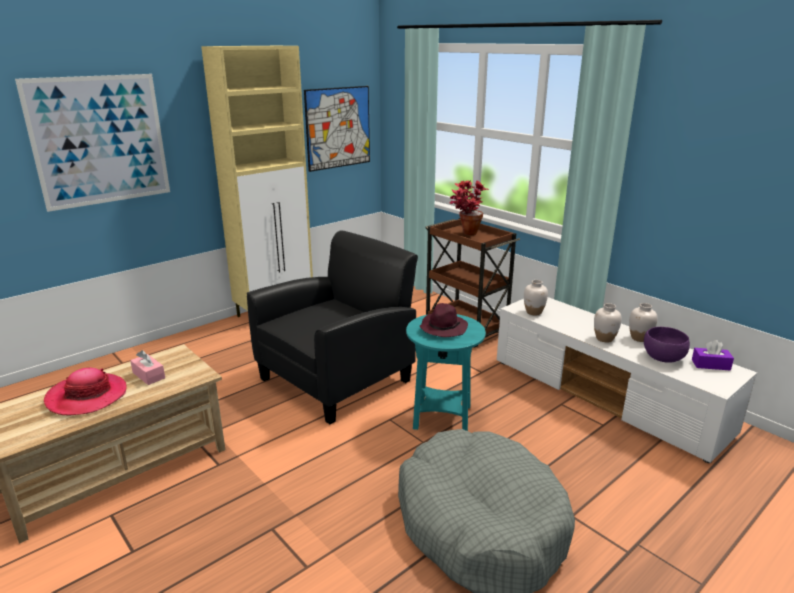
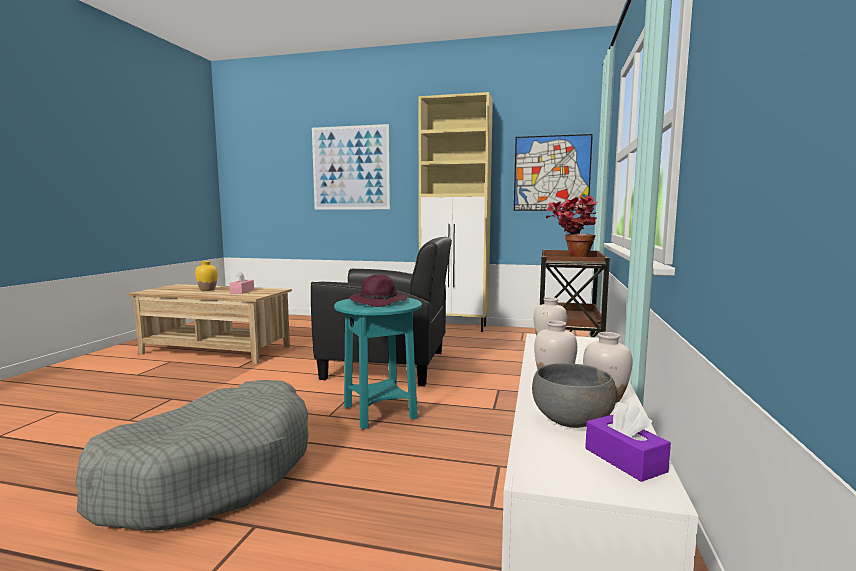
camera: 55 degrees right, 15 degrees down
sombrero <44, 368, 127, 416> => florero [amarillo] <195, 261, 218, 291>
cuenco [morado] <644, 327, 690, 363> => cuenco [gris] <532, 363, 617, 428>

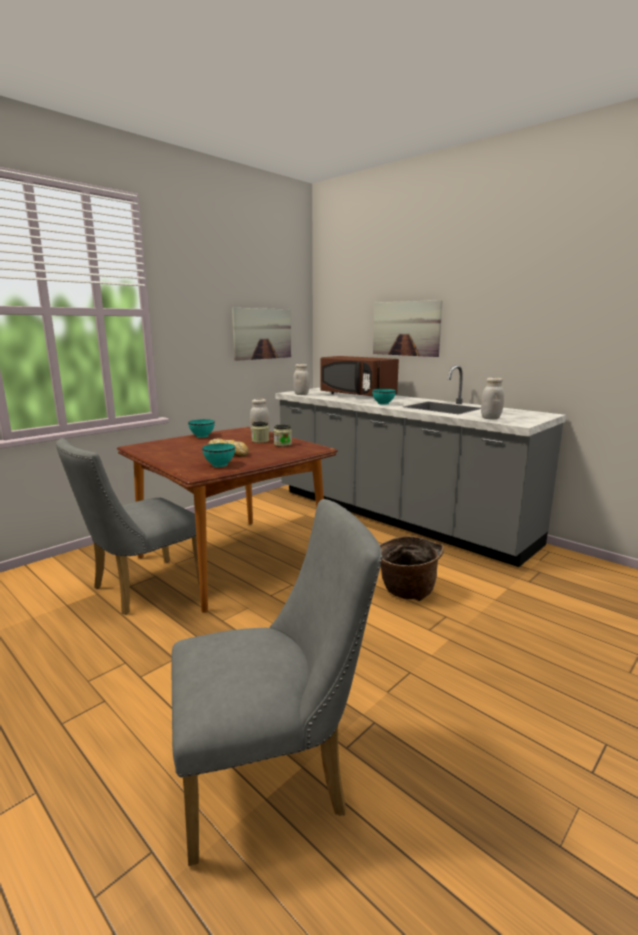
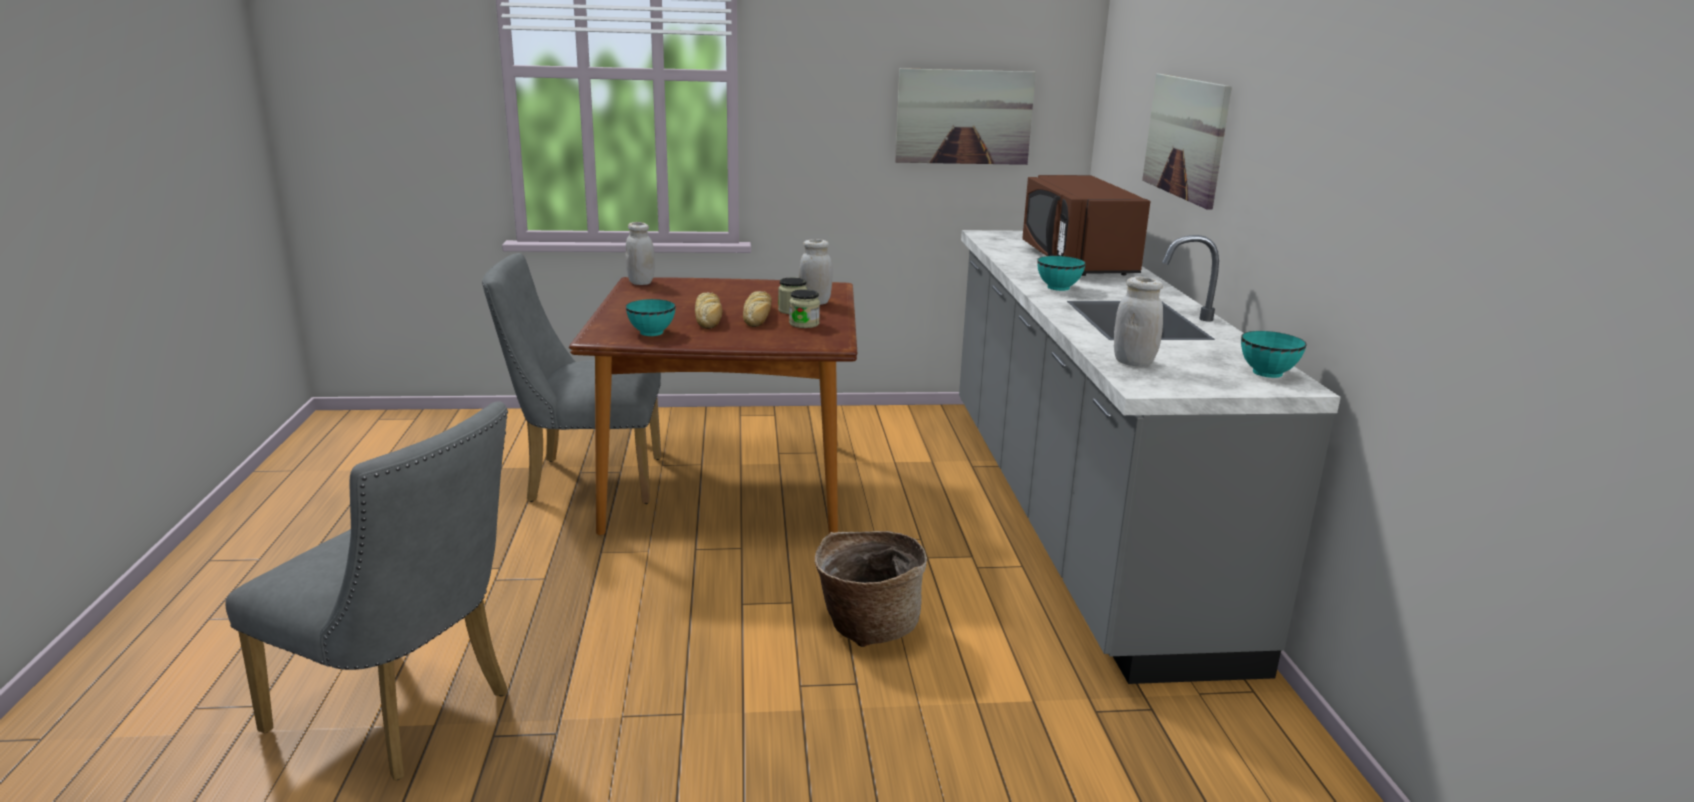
camera: 40 degrees right, 5 degrees up
nothing => pan <743, 291, 772, 327>
cuenco [turquesa] <188, 419, 215, 438> => cuenco [turquesa] <1241, 331, 1307, 378>, moved
tarro [blanco] <293, 364, 309, 395> => tarro [blanco] <625, 222, 655, 285>, moved

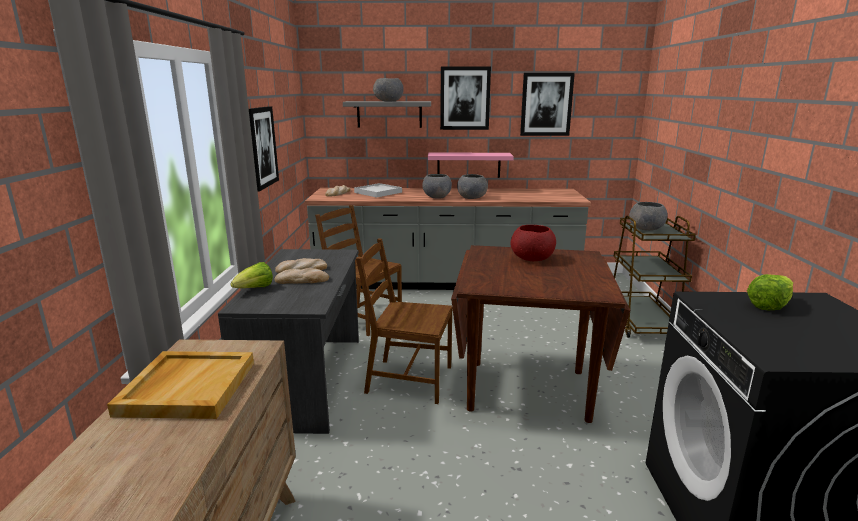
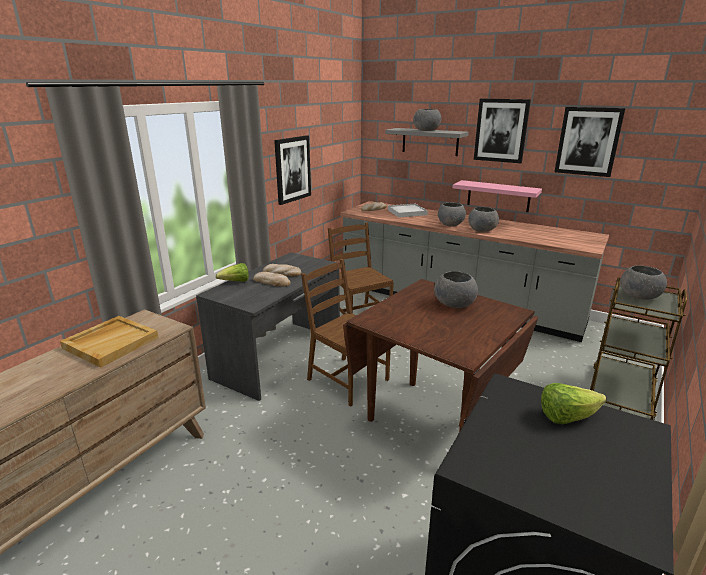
camera: 30 degrees right, 5 degrees up
cuenco [rojo] <510, 225, 556, 261> => cuenco [gris] <434, 271, 478, 308>

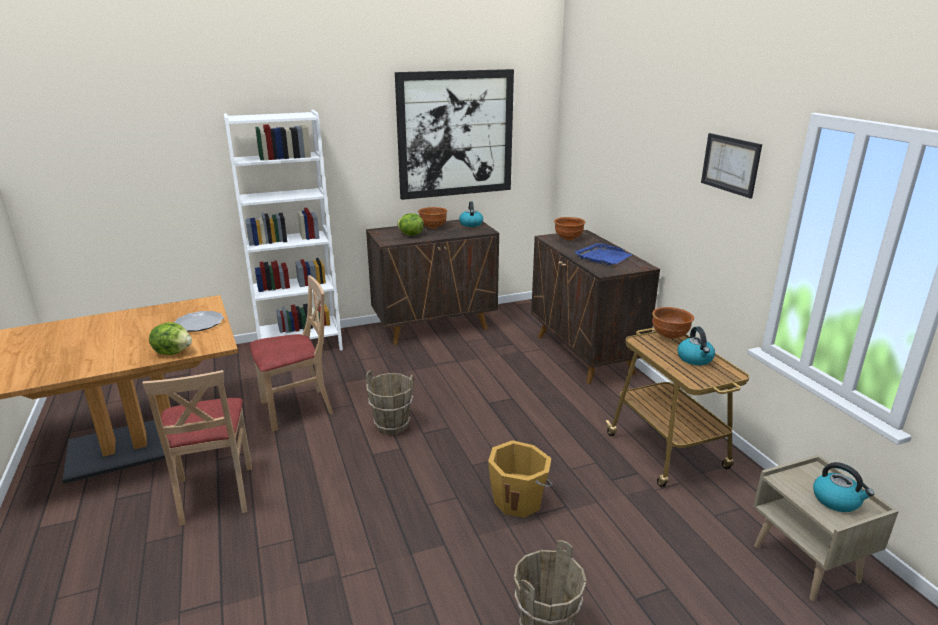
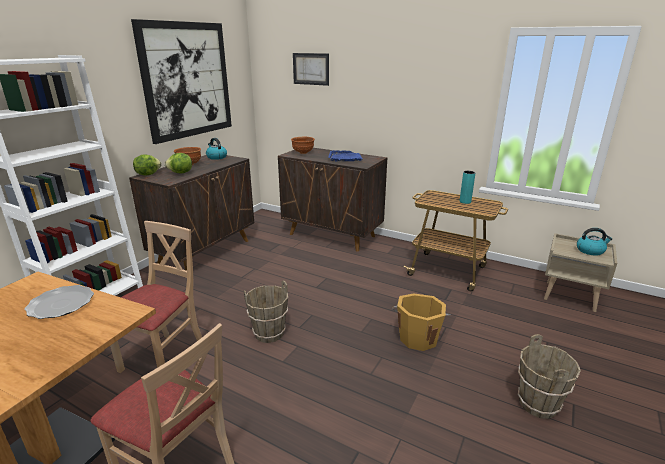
camera: 40 degrees left, 0 degrees up
cuenco [marrón] <652, 307, 694, 339> => nothing
lechuga <149, 322, 192, 355> => lechuga <133, 155, 162, 176>, moved
cuadro <701, 133, 762, 199> => cuadro <293, 53, 329, 86>, moved
hervidor <678, 327, 715, 365> => florero [turquesa] <460, 171, 475, 204>

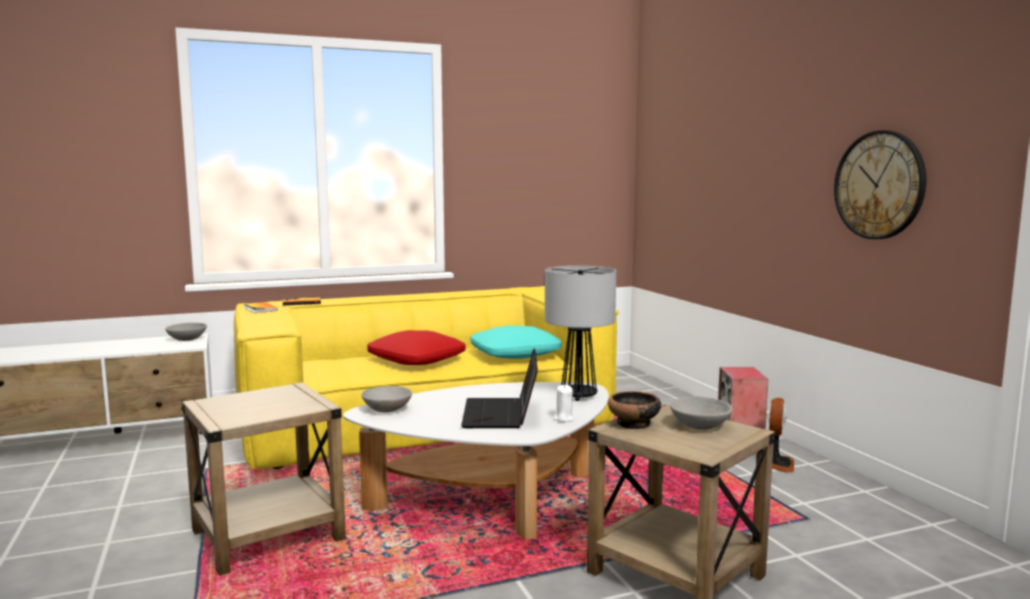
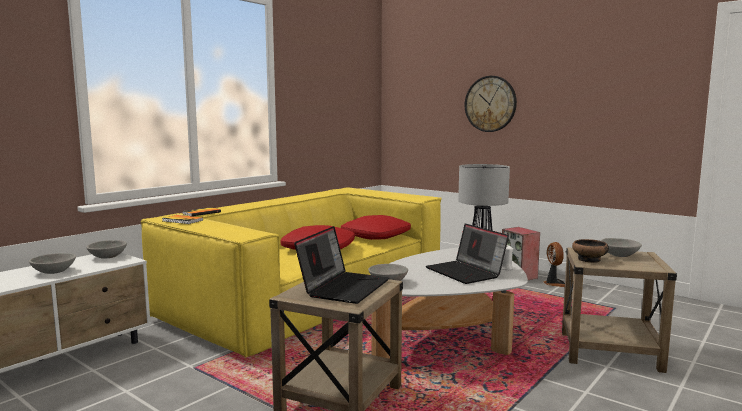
camera: 30 degrees left, 0 degrees up
nothing => cuenco [gris] <29, 253, 76, 274>
nothing => portátil <294, 226, 389, 304>
reloj de pared <834, 130, 926, 239> => reloj de pared <465, 76, 517, 132>, moved
cojín [turquesa] <470, 325, 562, 359> => cojín [rojo] <341, 215, 411, 240>

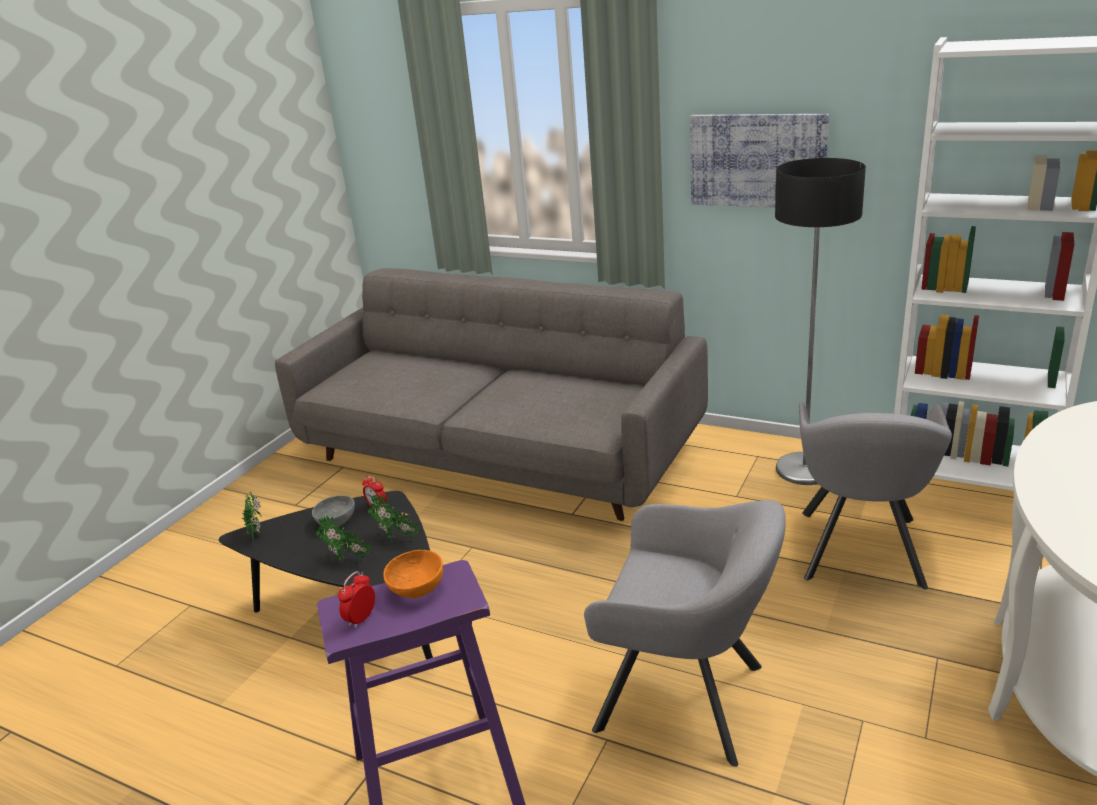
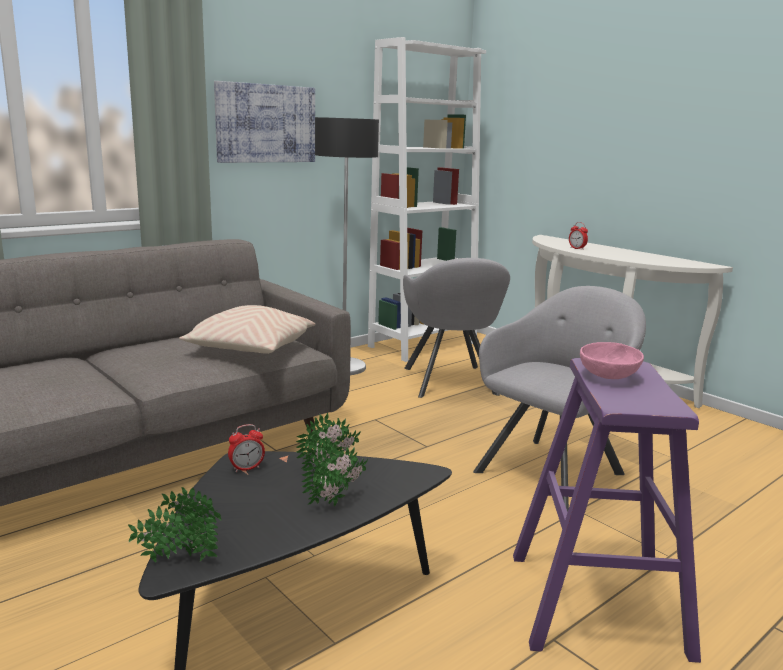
camera: 70 degrees left, 10 degrees down
cuenco [gris] <312, 495, 355, 527> => nothing
nothing => cojín [beis] <179, 305, 315, 354>
despertador <338, 571, 375, 628> => despertador <569, 222, 588, 250>, moved
cuenco [naranja] <383, 550, 443, 598> => cuenco [rosa] <580, 342, 644, 379>
sillón [gris] <799, 401, 952, 589> => sillón [gris] <403, 258, 510, 398>, 45 degrees clockwise

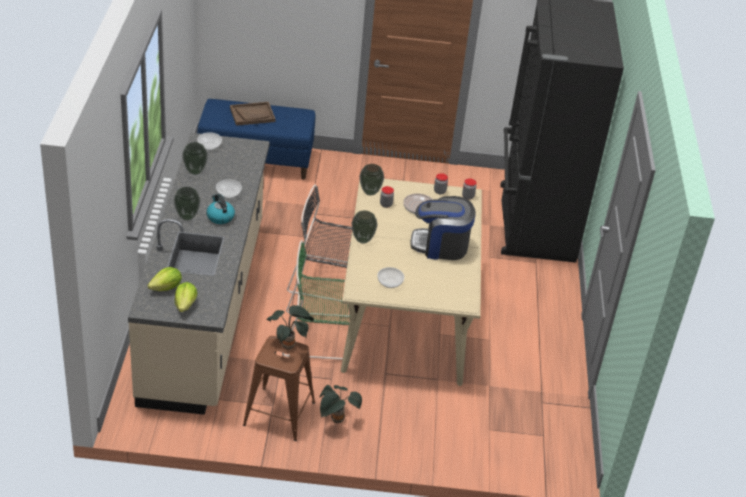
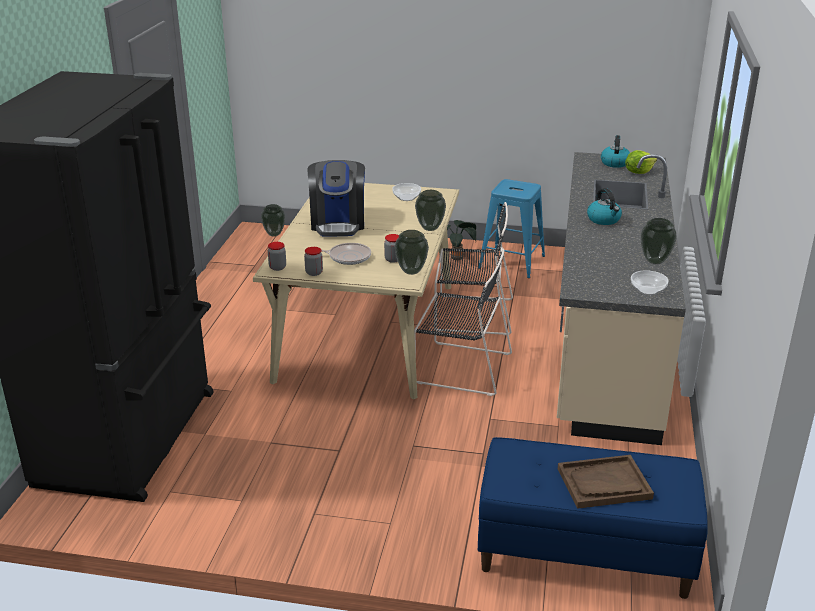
camera: 170 degrees left, 10 degrees down
cuenco <216, 179, 242, 199> => nothing
planta en maceta <267, 305, 314, 349> => nothing
florero <174, 187, 200, 221> => florero <261, 204, 285, 237>, moved
lechuga <174, 282, 197, 312> => hervidor <601, 135, 630, 168>
taburete [marrón] <243, 336, 315, 441> => taburete [azul] <479, 179, 545, 278>
silla [verde] <282, 240, 350, 360> => silla [negro] <434, 202, 513, 335>
cafetera <410, 196, 476, 260> => cafetera <307, 160, 365, 237>, 75 degrees clockwise

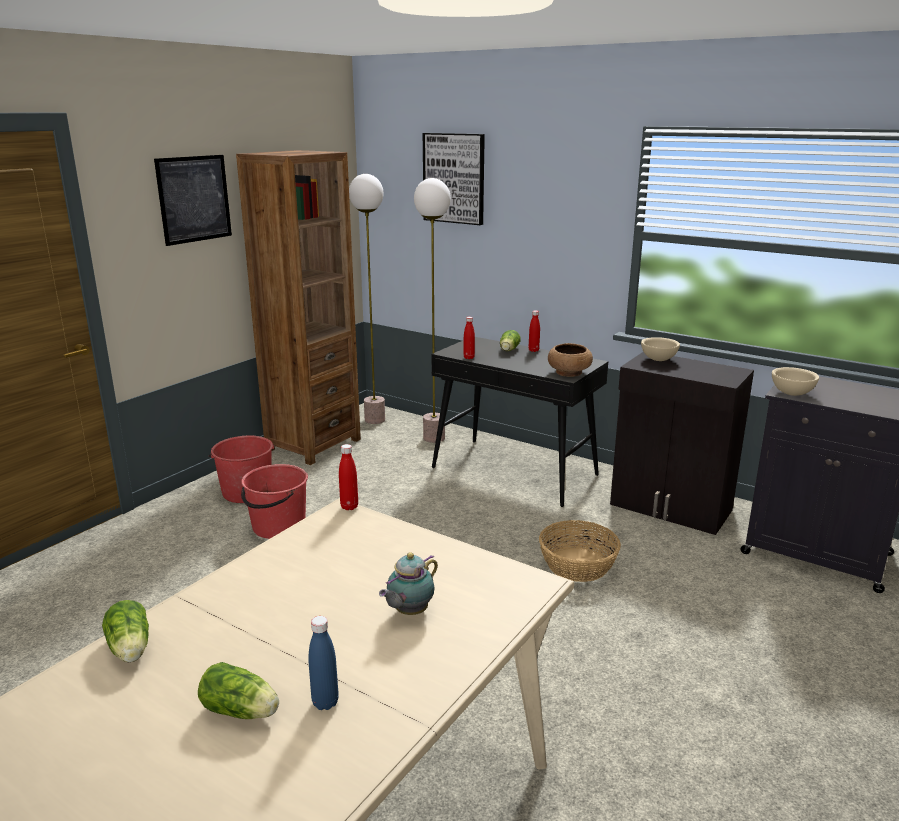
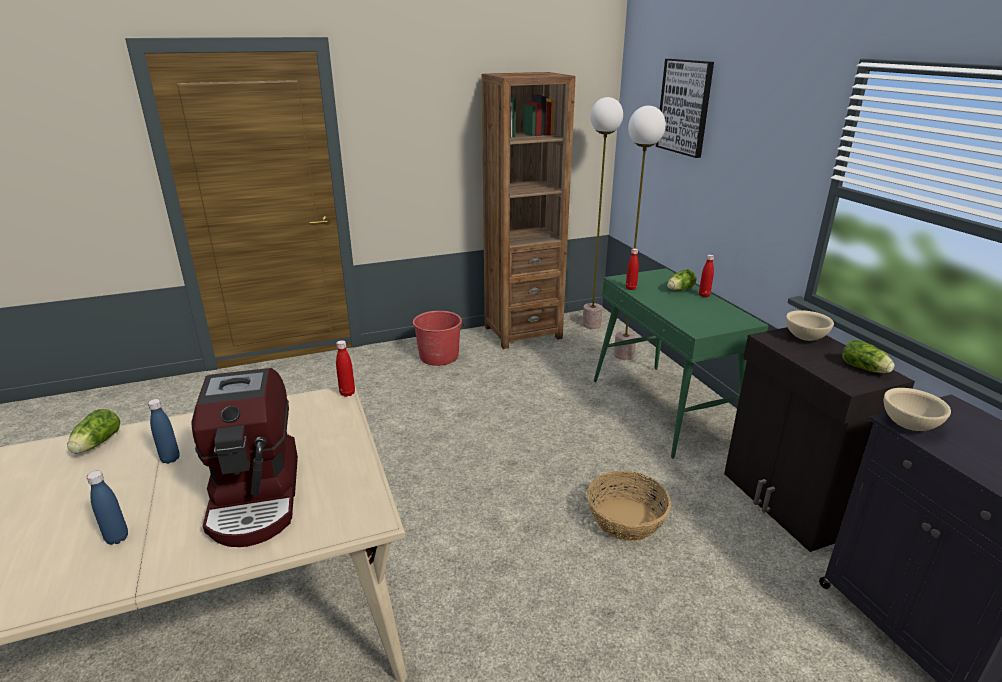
camera: 35 degrees right, 5 degrees up
cuadro <154, 155, 232, 246> => nothing
cubo [rojo] <241, 464, 308, 539> => nothing
cuenco [marrón] <548, 343, 593, 377> => nothing
nothing => botella [azul] <148, 399, 180, 464>
lechuga <198, 662, 279, 719> => lechuga <842, 339, 895, 373>, moved
tetera <379, 552, 438, 615> => cafetera <191, 368, 298, 547>
mesa consola [negro] <431, 337, 608, 507> => mesa consola [verde] <594, 268, 769, 458>

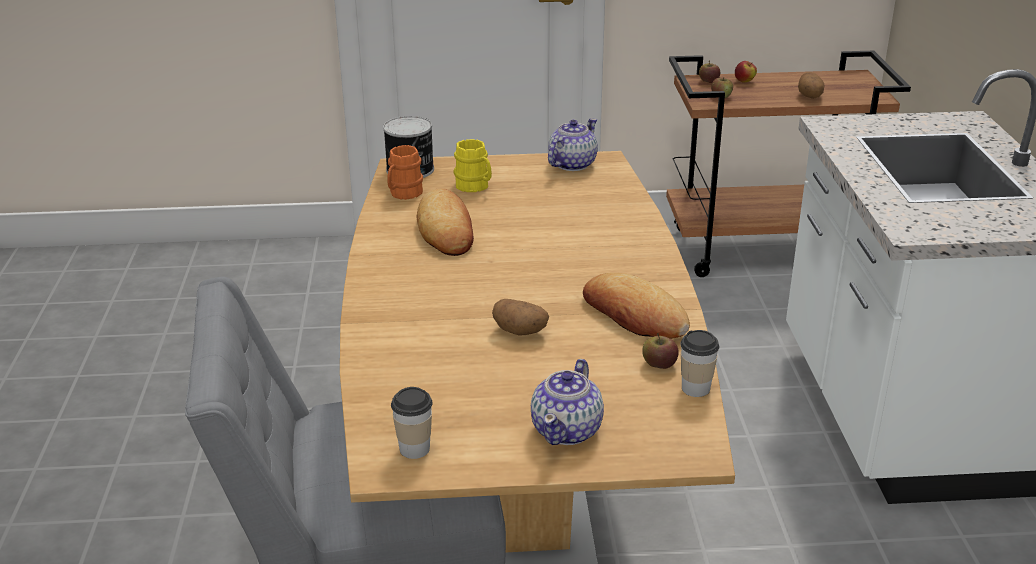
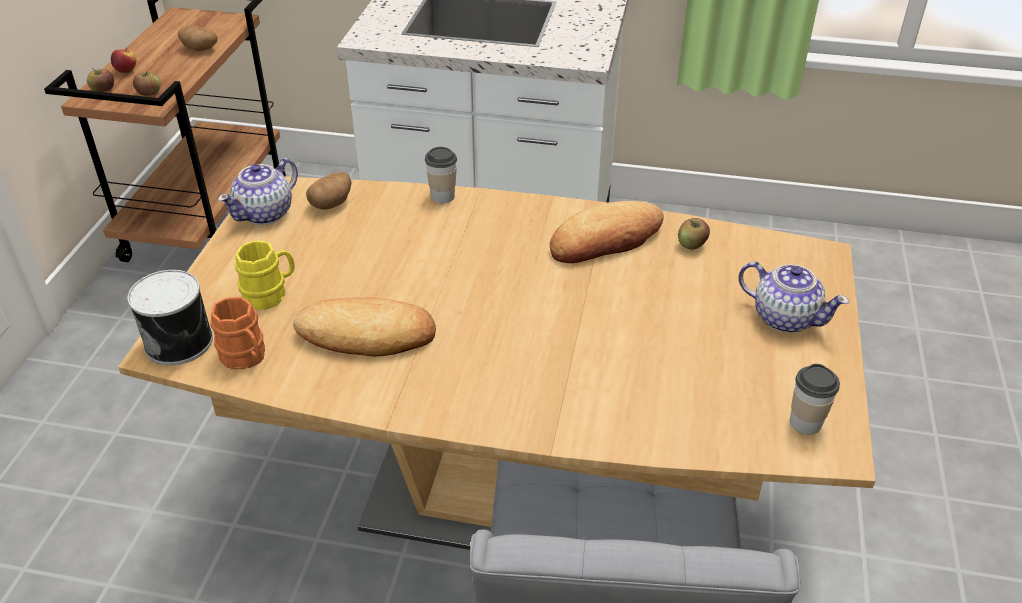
camera: 75 degrees left, 10 degrees up
patata <492, 299, 549, 335> => patata <306, 172, 352, 210>, moved
taza <680, 330, 719, 397> => taza <425, 147, 457, 203>, moved
tetera <548, 118, 598, 171> => tetera <218, 158, 298, 225>, 105 degrees counterclockwise

